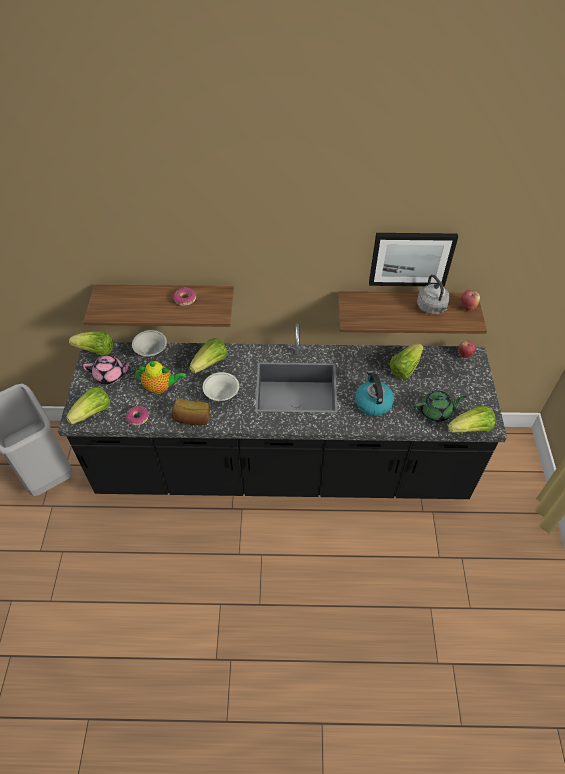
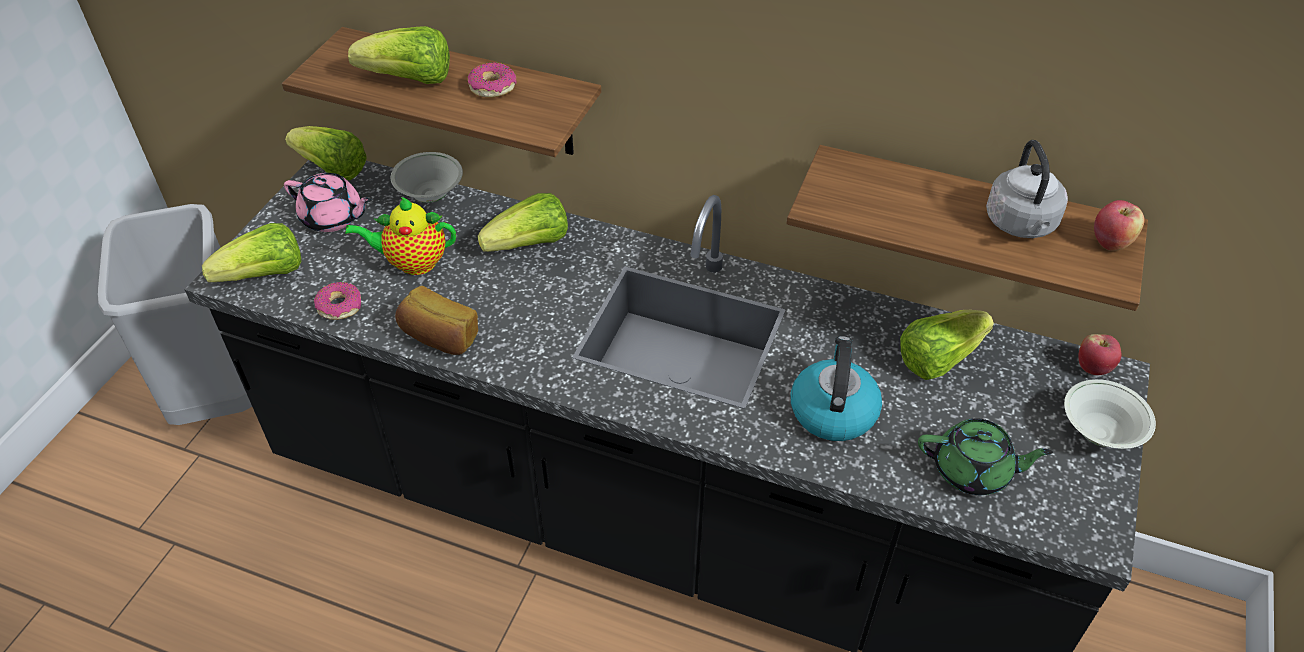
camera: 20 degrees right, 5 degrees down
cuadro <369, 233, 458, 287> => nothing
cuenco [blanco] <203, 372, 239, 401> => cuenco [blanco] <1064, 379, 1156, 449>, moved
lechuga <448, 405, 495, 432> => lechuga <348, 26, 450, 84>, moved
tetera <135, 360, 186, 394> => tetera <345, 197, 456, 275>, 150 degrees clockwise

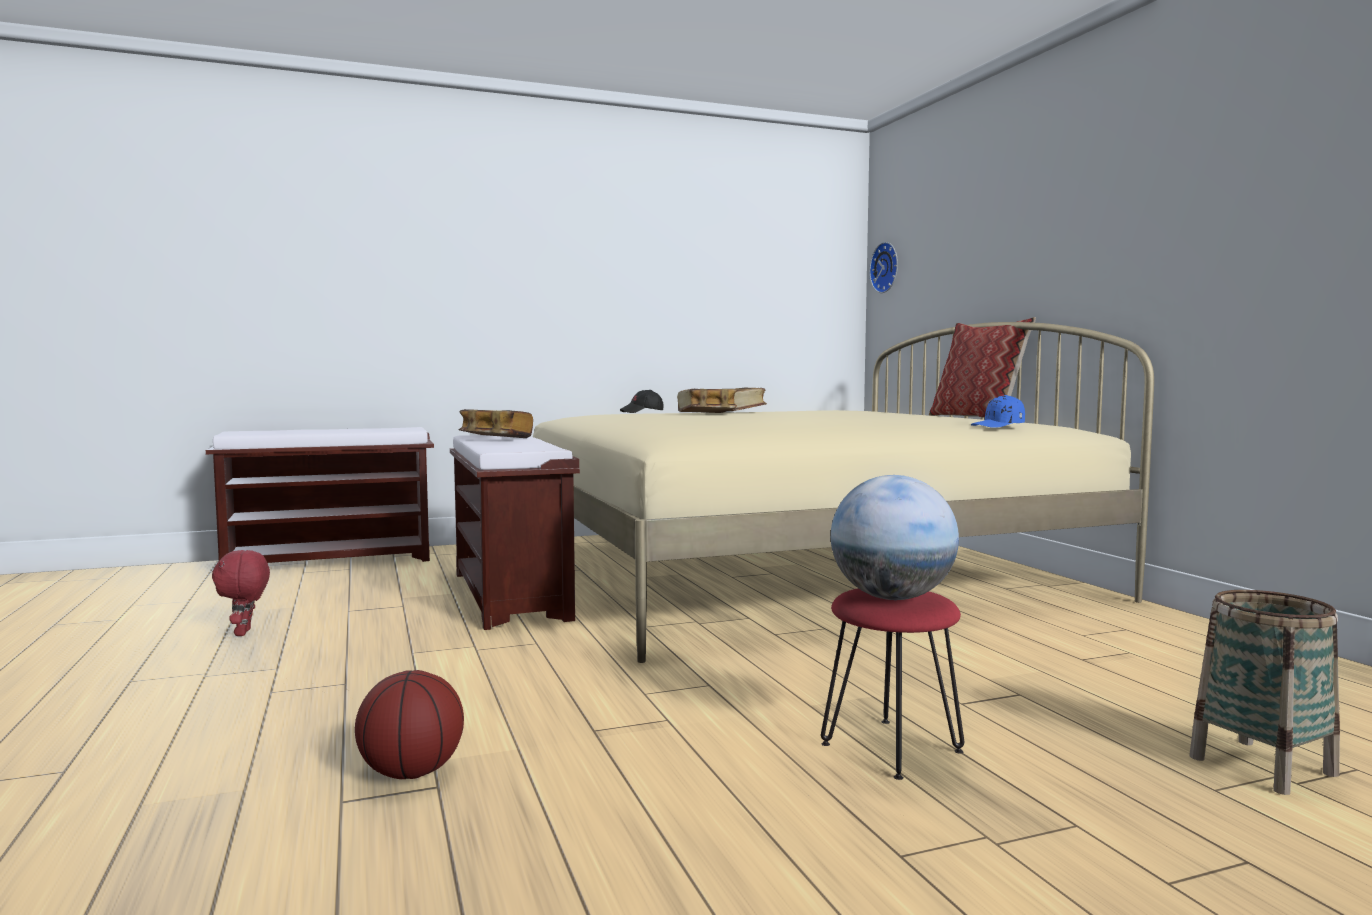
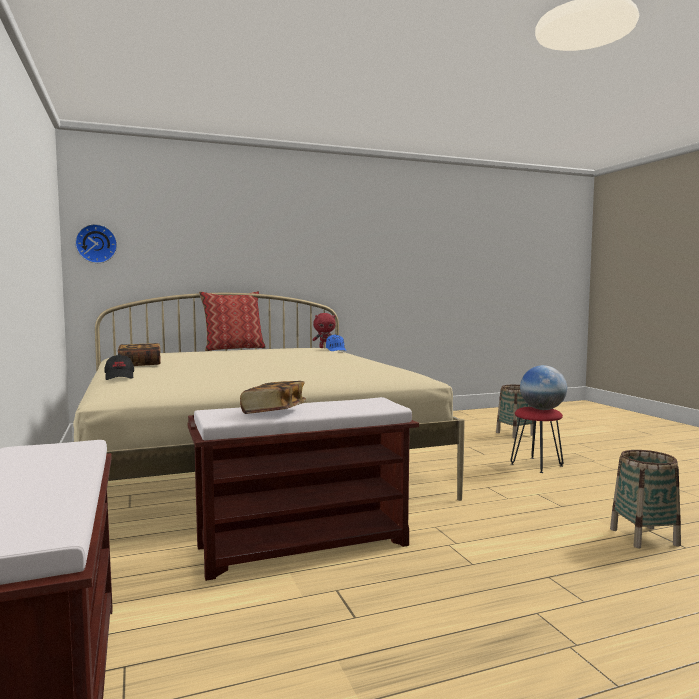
camera: 90 degrees left, 0 degrees up
libro <677, 389, 737, 413> => nothing
peluche [rojo] <212, 550, 270, 636> => peluche [rojo] <312, 313, 336, 348>, moved
balón de baloncesto <355, 670, 464, 779> => cesta <610, 450, 681, 548>

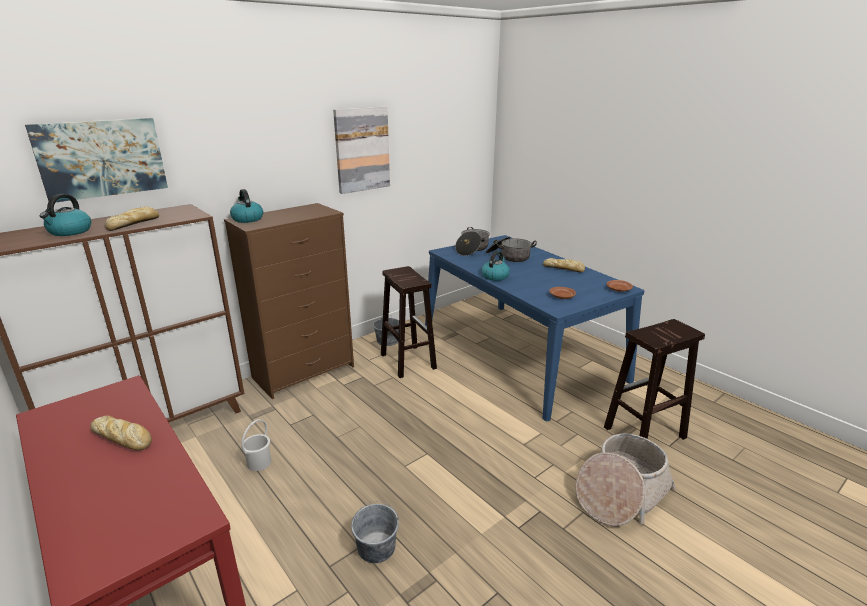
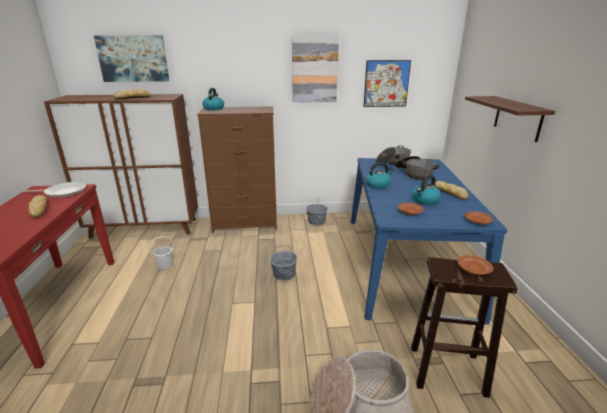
camera: 35 degrees right, 0 degrees up
taburete [marrón] <381, 266, 437, 378> => nothing
nothing => sartén <24, 182, 86, 198>
nothing => cuadro <363, 60, 411, 107>
nothing => plato [marrón] <457, 255, 493, 275>
nothing => estante <465, 96, 555, 142>
hervidor <40, 194, 91, 236> => hervidor <412, 175, 441, 205>, moved
cubo [gris] <351, 501, 399, 563> => cubo [gris] <270, 244, 298, 281>, moved

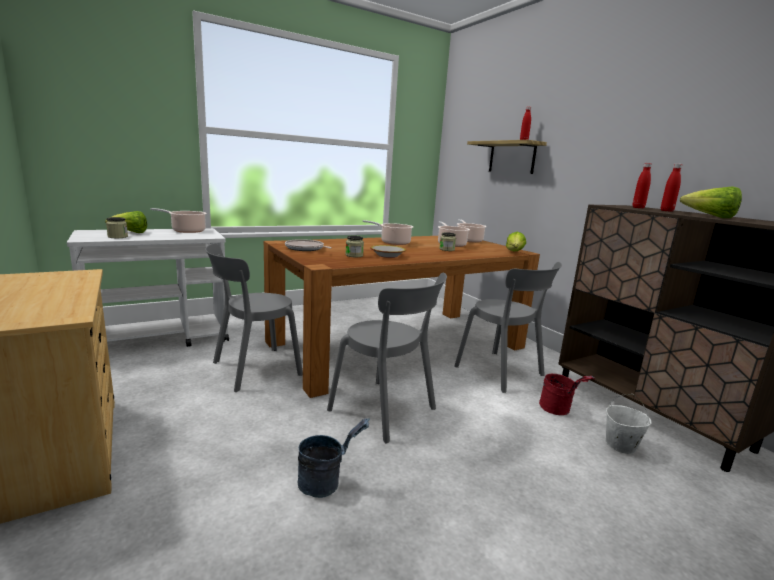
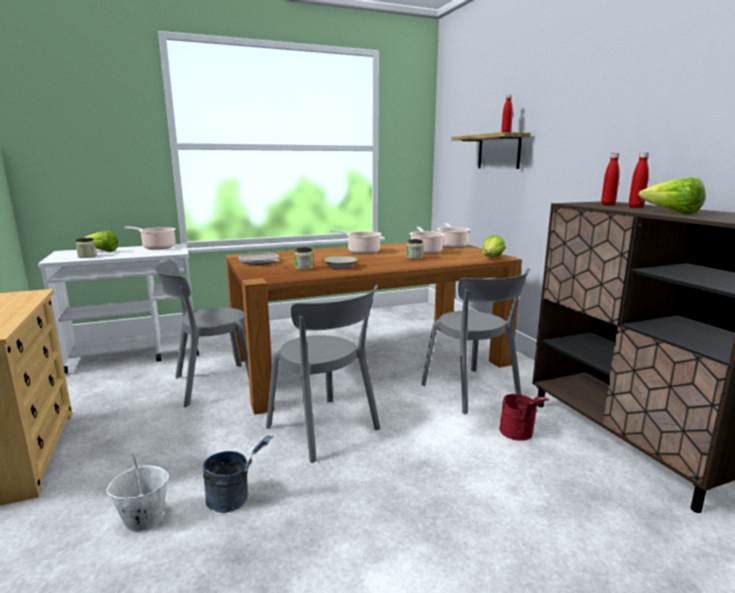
camera: 10 degrees right, 0 degrees up
cubo [blanco] <606, 394, 652, 454> => cubo [blanco] <106, 454, 169, 532>, moved

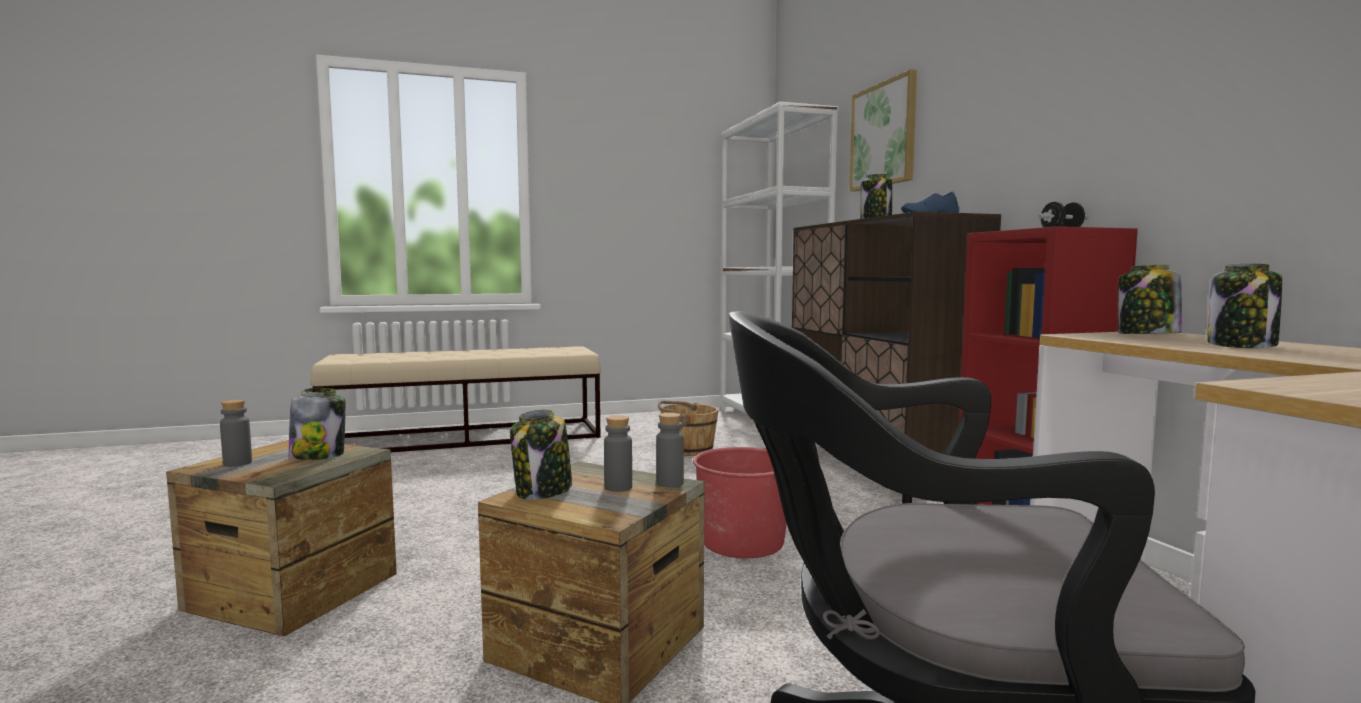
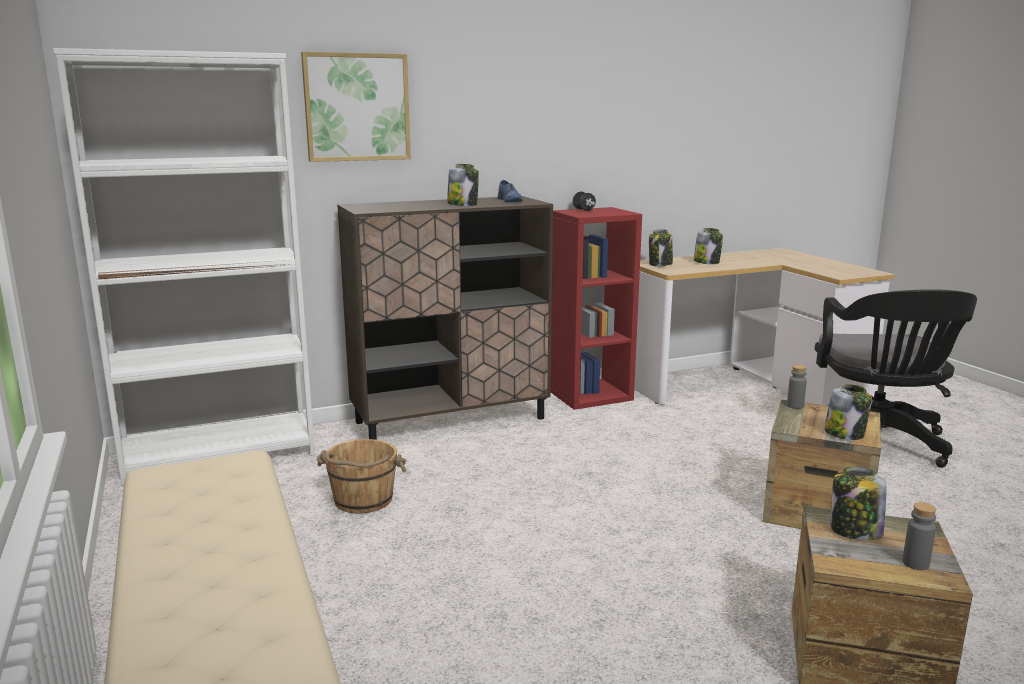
camera: 95 degrees left, 10 degrees up
botella [gris] <604, 415, 632, 492> => nothing
cubo [rojo] <693, 447, 787, 558> => nothing

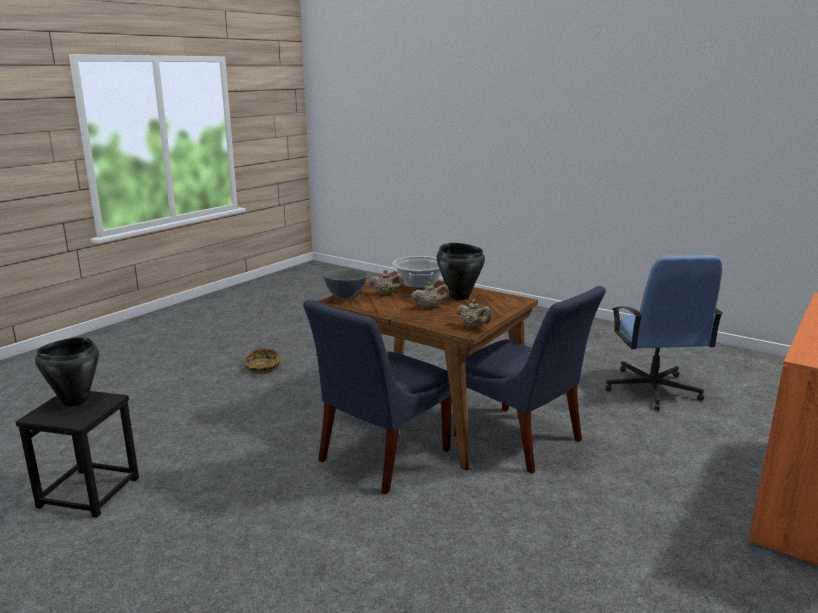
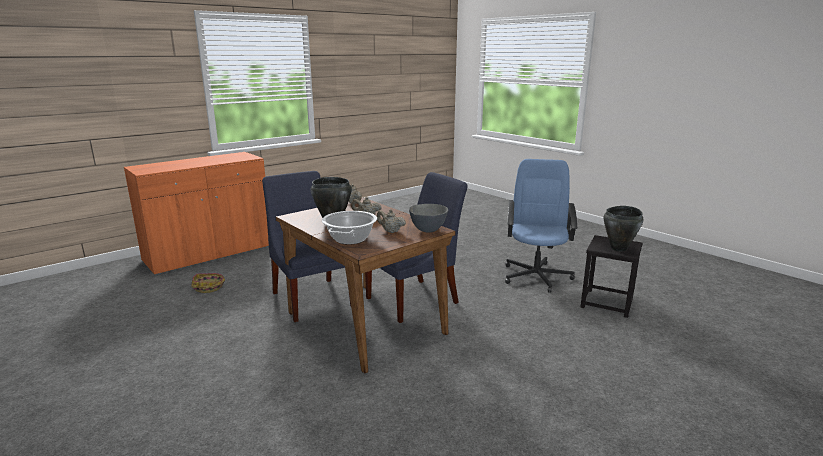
camera: 165 degrees left, 0 degrees up
cesta <244, 348, 280, 374> => cesta <192, 273, 225, 293>, moved
silla de oficina [azul] <605, 255, 723, 411> => silla de oficina [azul] <505, 159, 577, 293>, moved

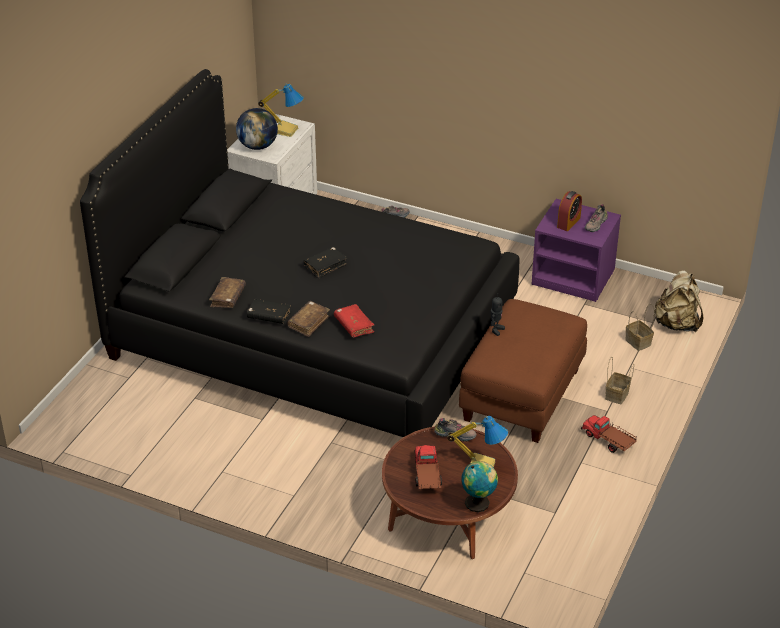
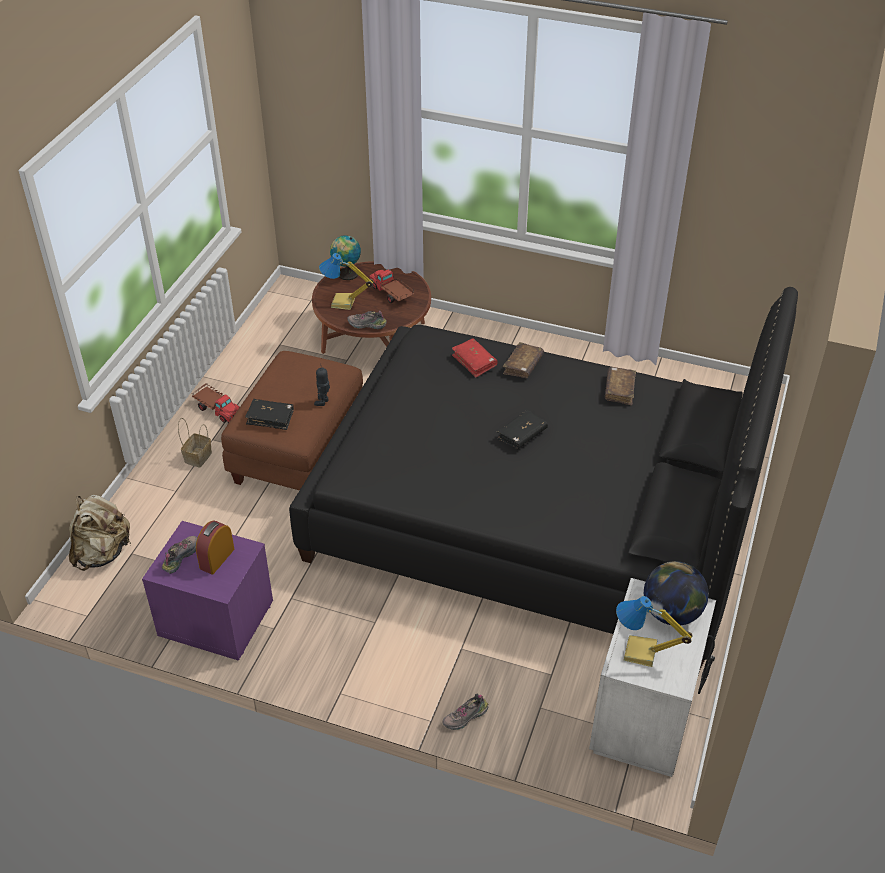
camera: 175 degrees right, 5 degrees up
cesta <625, 304, 655, 351> => nothing
libro [negro] <247, 298, 291, 324> => libro [negro] <245, 399, 294, 430>, moved
camión de juguete <414, 445, 442, 489> => camión de juguete <369, 269, 414, 303>, 150 degrees clockwise

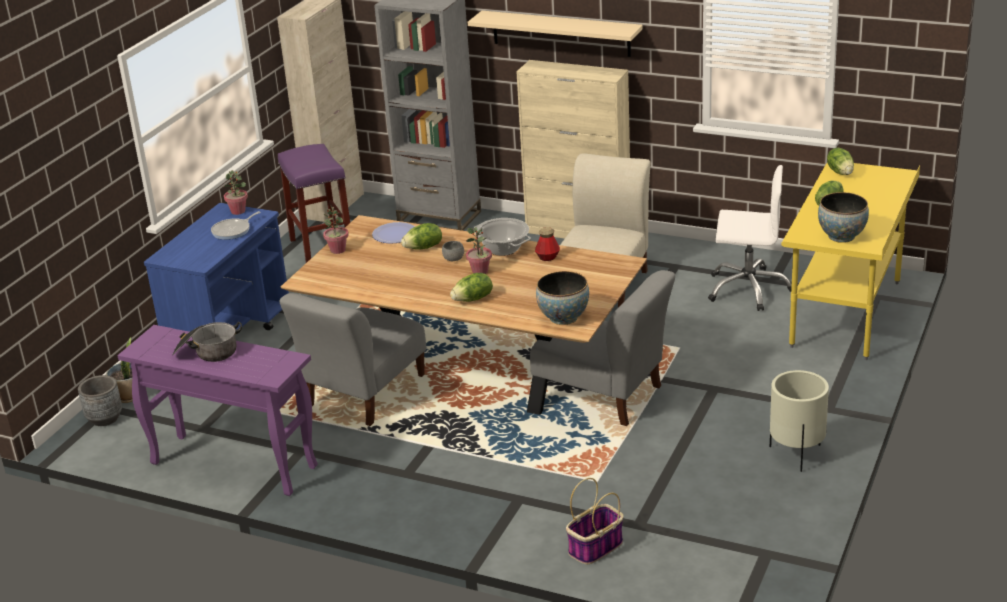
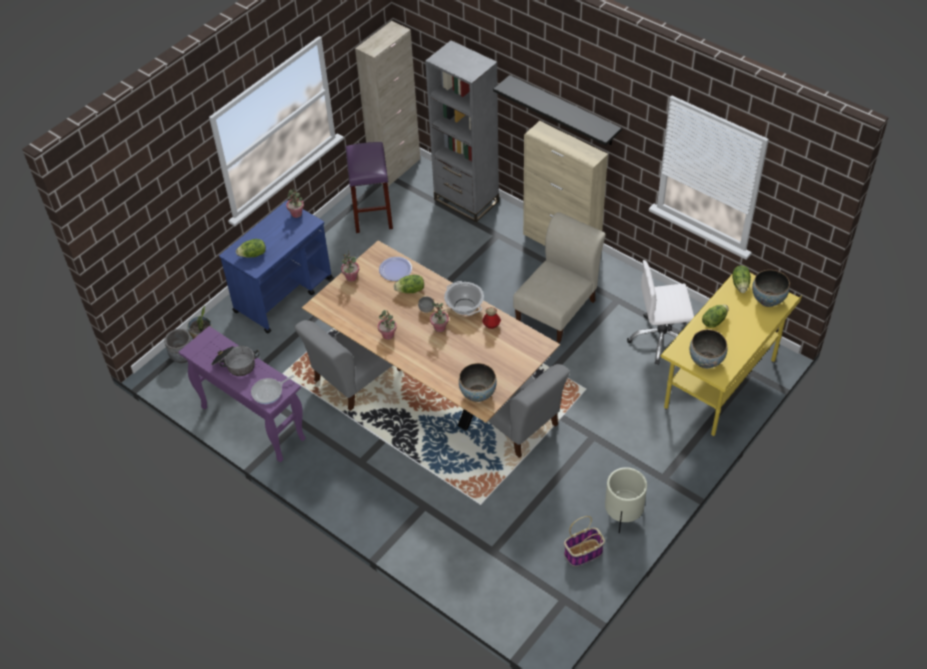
camera: 15 degrees right, 20 degrees up
nothing => planta en maceta <378, 310, 397, 340>
nothing => cuenco <752, 270, 790, 307>
sartén <211, 211, 260, 240> => sartén <251, 375, 294, 404>, moved
lechuga <450, 273, 493, 302> => lechuga <236, 239, 266, 258>, moved
cesta <566, 478, 624, 565> => cesta <564, 516, 605, 566>, moved
estante [beis] <468, 11, 643, 57> => estante [negro] <493, 75, 622, 146>
silla de oficina [blanco] <708, 165, 792, 311> => silla de oficina [blanco] <627, 260, 694, 365>, 150 degrees clockwise

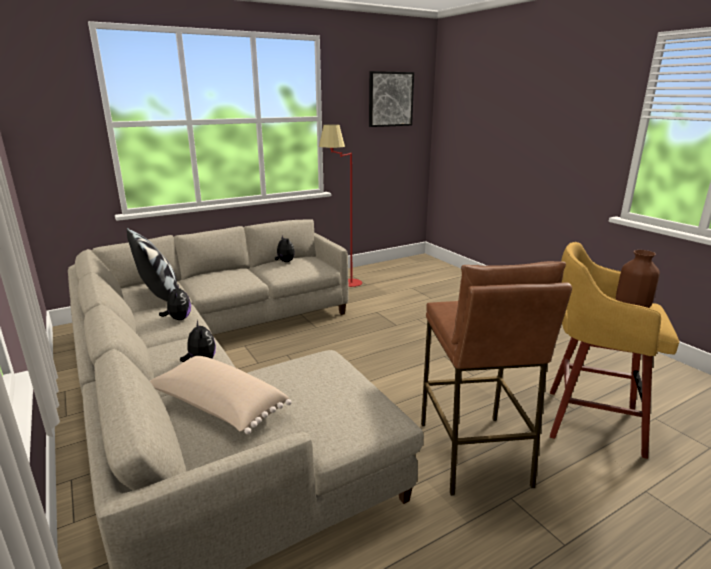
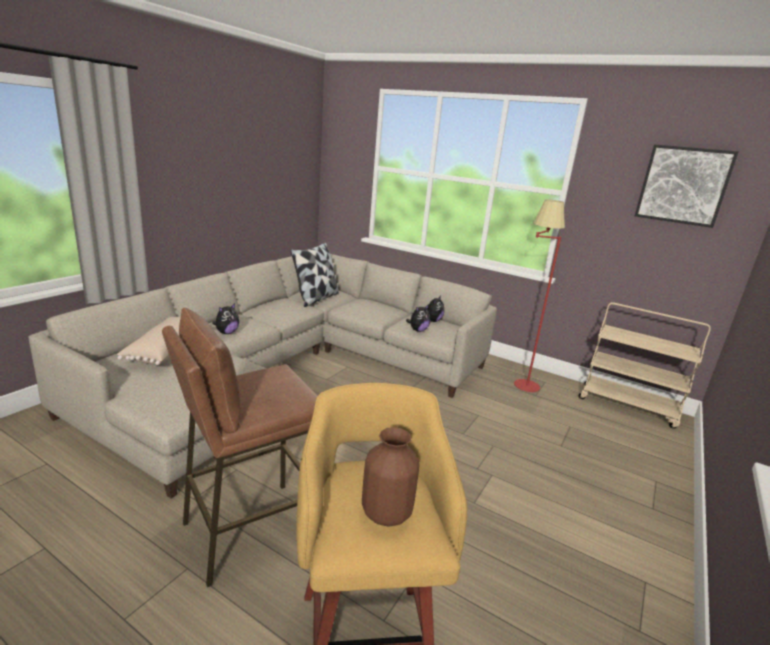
camera: 60 degrees right, 0 degrees up
nothing => carrito [beis] <579, 302, 711, 429>
peluche <159, 283, 191, 320> => peluche <406, 304, 430, 332>, moved

